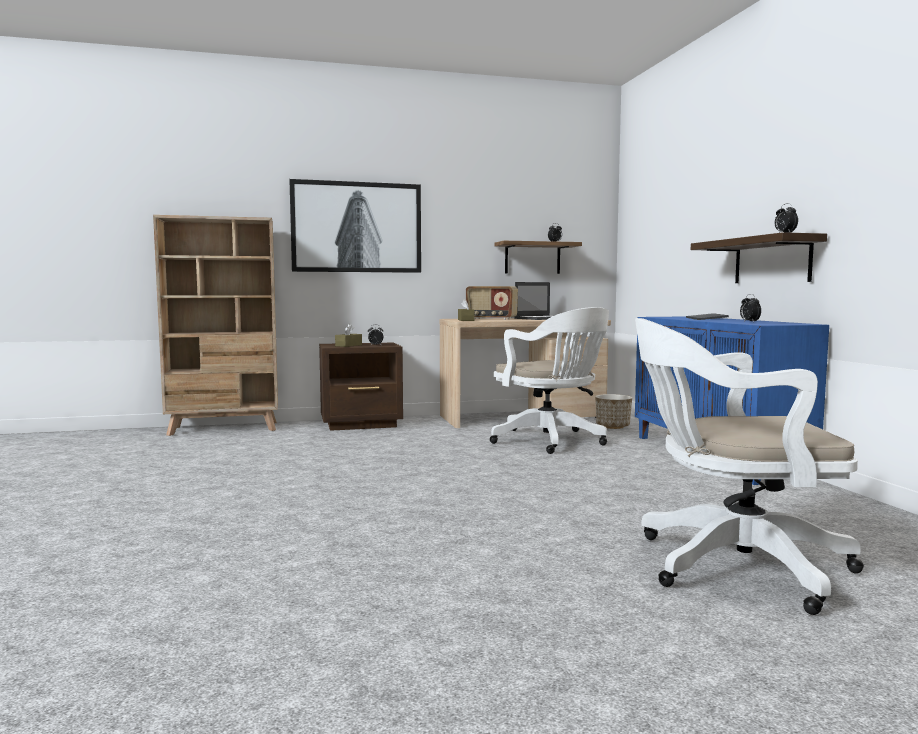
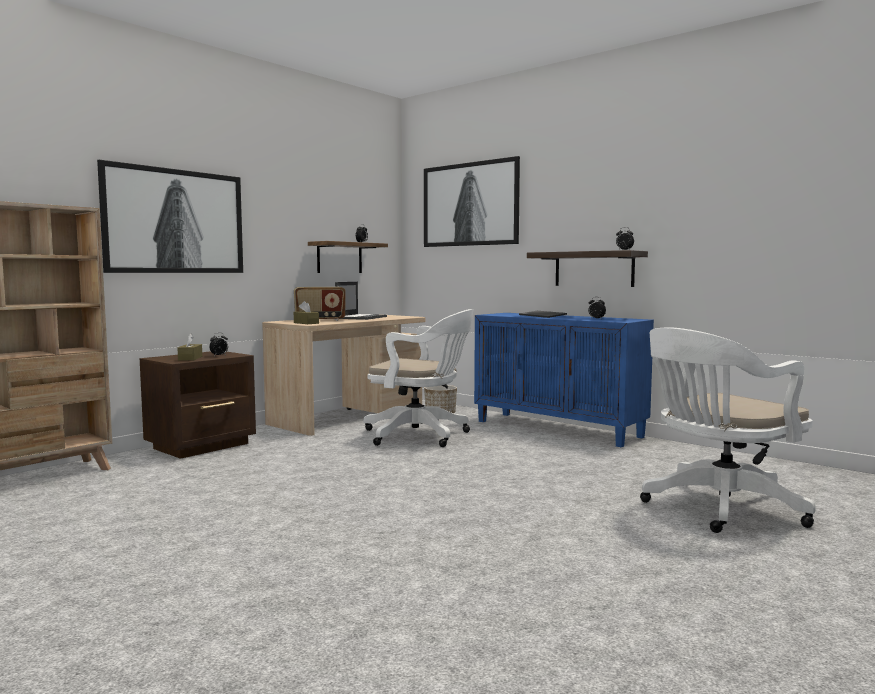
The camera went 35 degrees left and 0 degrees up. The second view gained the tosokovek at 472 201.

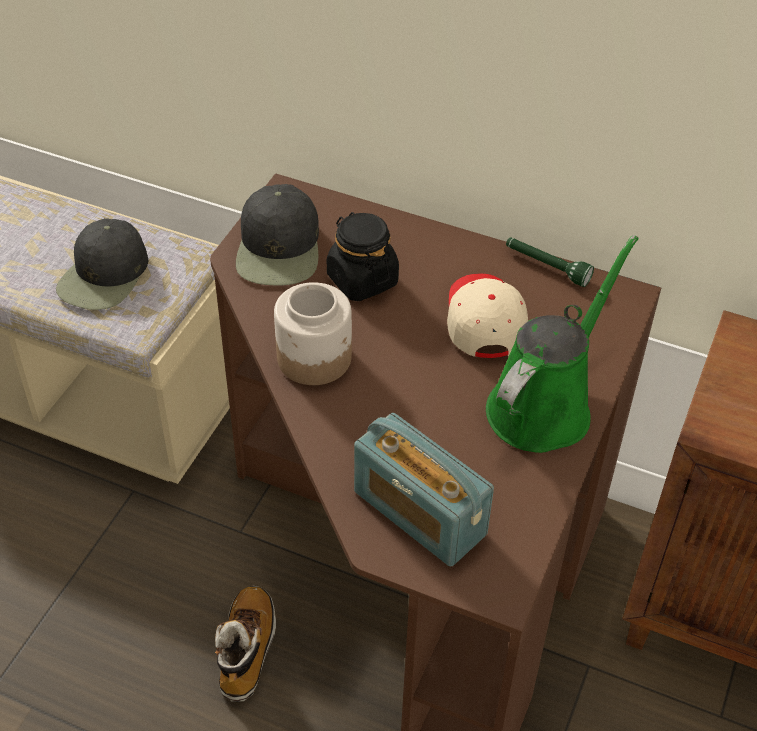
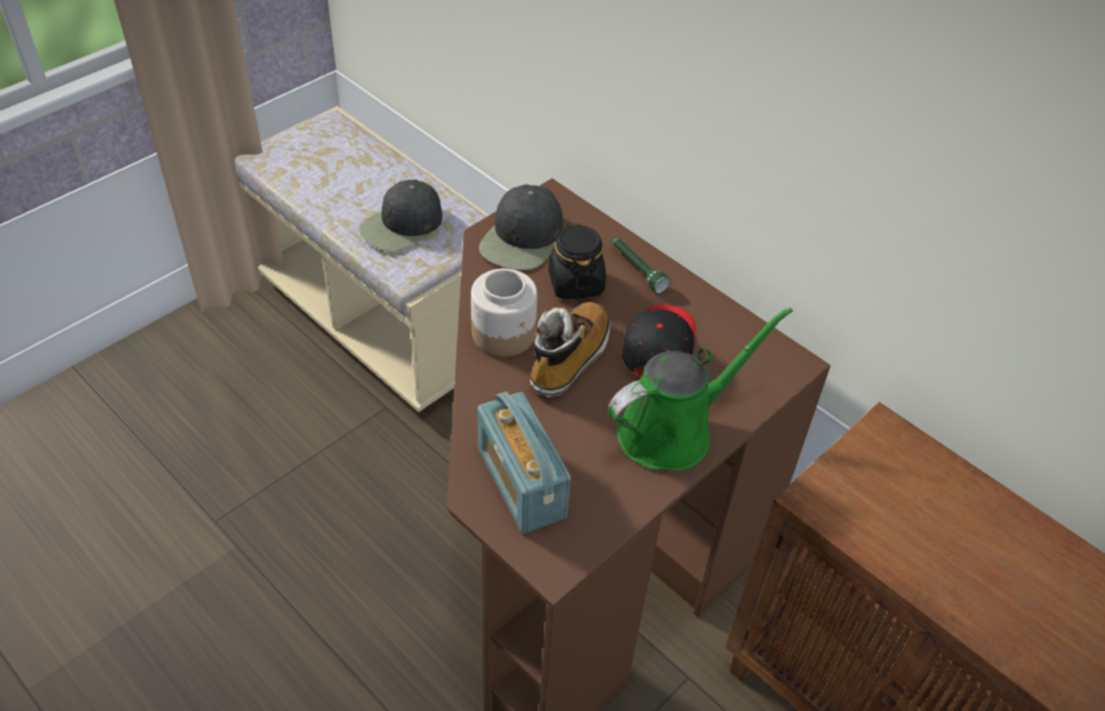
The camera went 20 degrees right and 0 degrees up. The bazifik ended up elsewhere, having gone from 245 644 to 570 350. What was the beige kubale at 487 316 turned into the black kubale at 658 340. The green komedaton ended up elsewhere, having gone from 550 262 to 641 265.

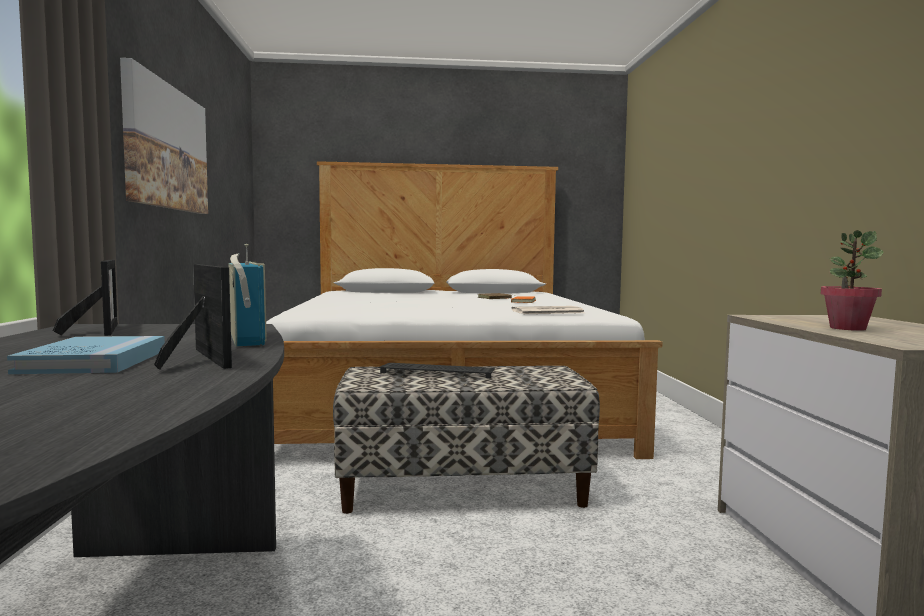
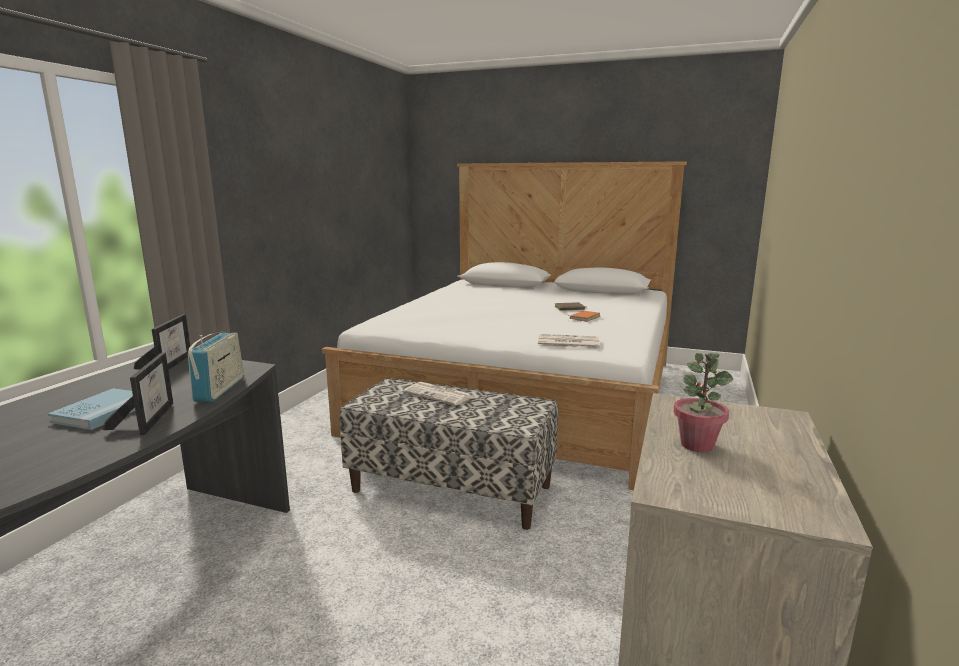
The camera went 25 degrees right and 10 degrees up. The second view lost the tosokovek at 164 136. Where the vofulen stood at 437 371, the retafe came to stand at 438 394.

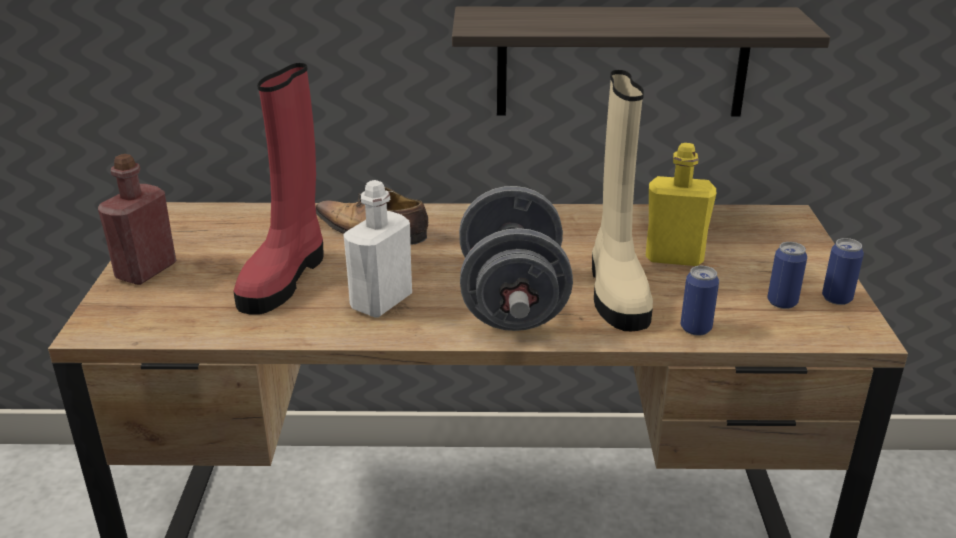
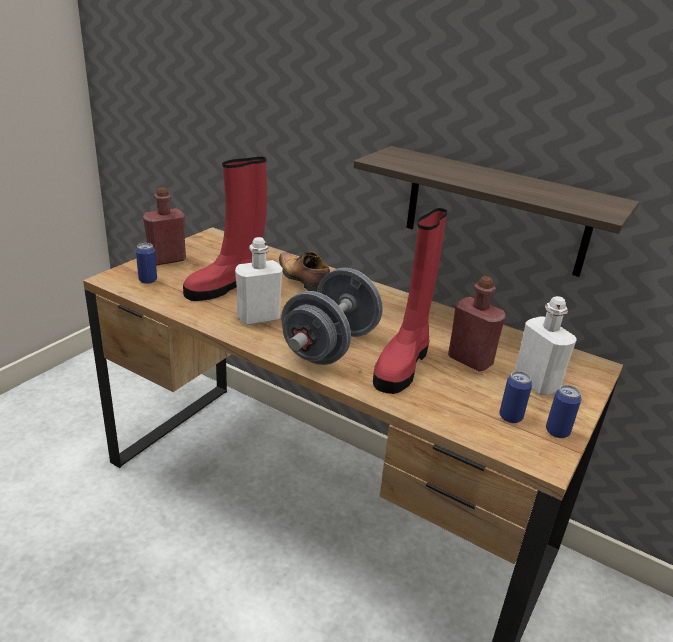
The camera went 30 degrees right and 0 degrees up. What was the beige bazifik at 622 200 turned into the red bazifik at 410 301. What was the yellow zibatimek at 681 204 turned into the red zibatimek at 477 324. The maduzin ended up elsewhere, having gone from 700 301 to 146 263. The second view gained the white zibatimek at 545 345.

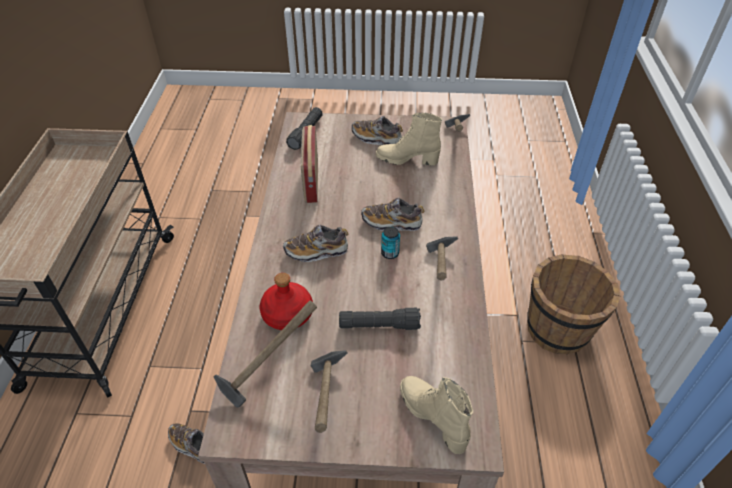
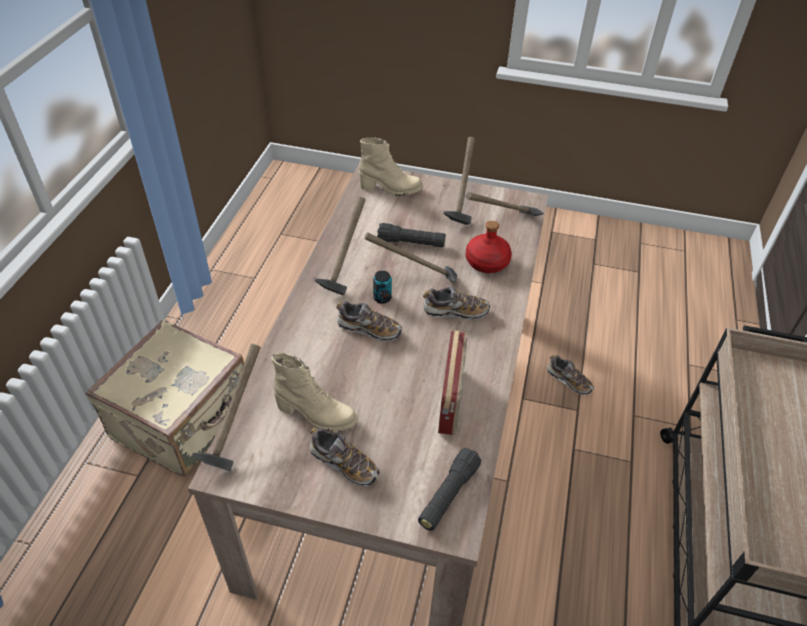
The camera went 170 degrees left and 0 degrees up. The beige bazifik at 436 415 ended up facing another way, 60 degrees counterclockwise from before. Where the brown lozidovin stood at 573 304, the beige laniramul came to stand at 164 398. The second view gained the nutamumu at 410 257.

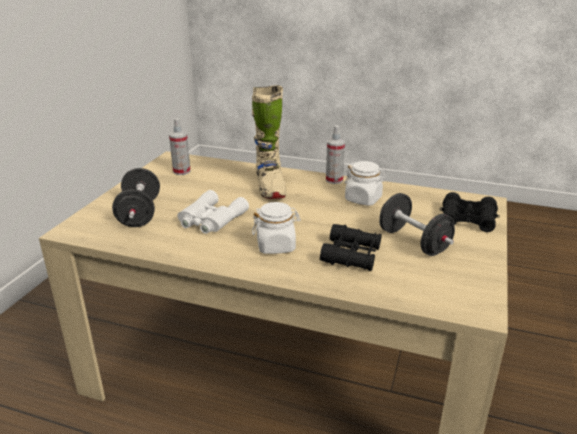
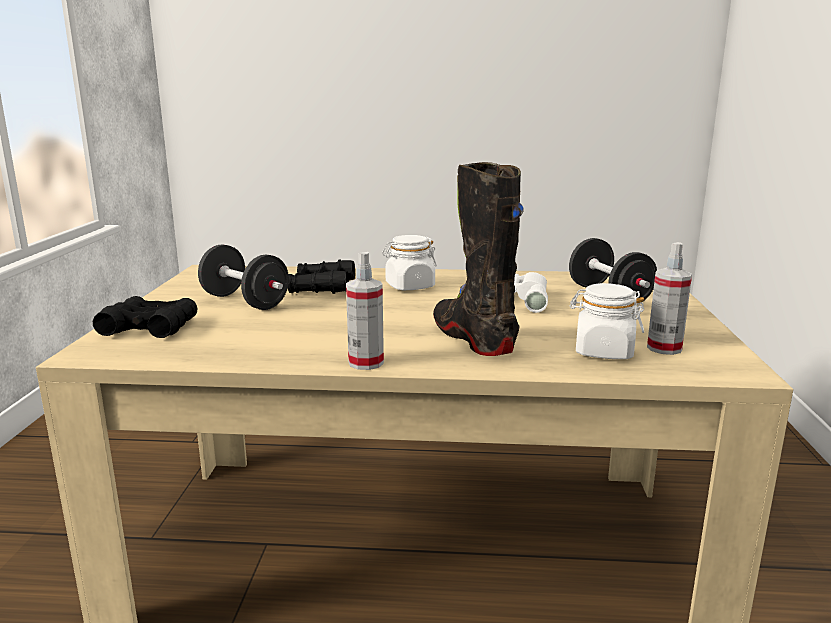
The camera went 165 degrees right and 10 degrees down. What was the beige bazifik at 269 142 turned into the black bazifik at 478 259. The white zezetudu ended up elsewhere, having gone from 365 183 to 607 321.

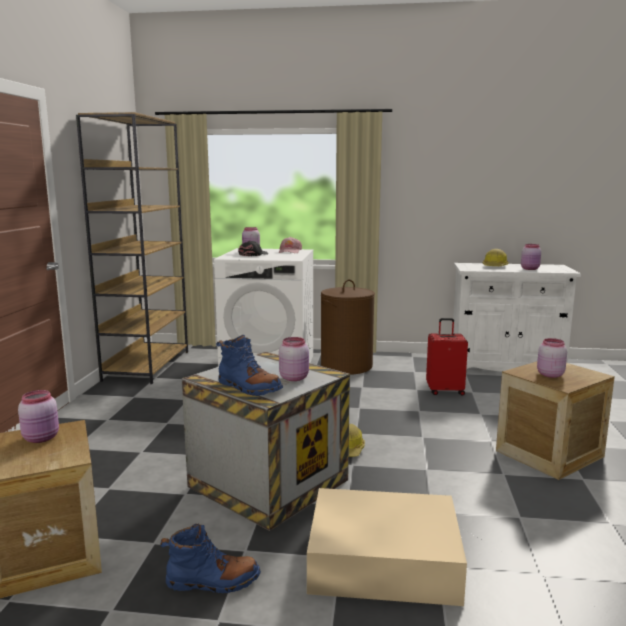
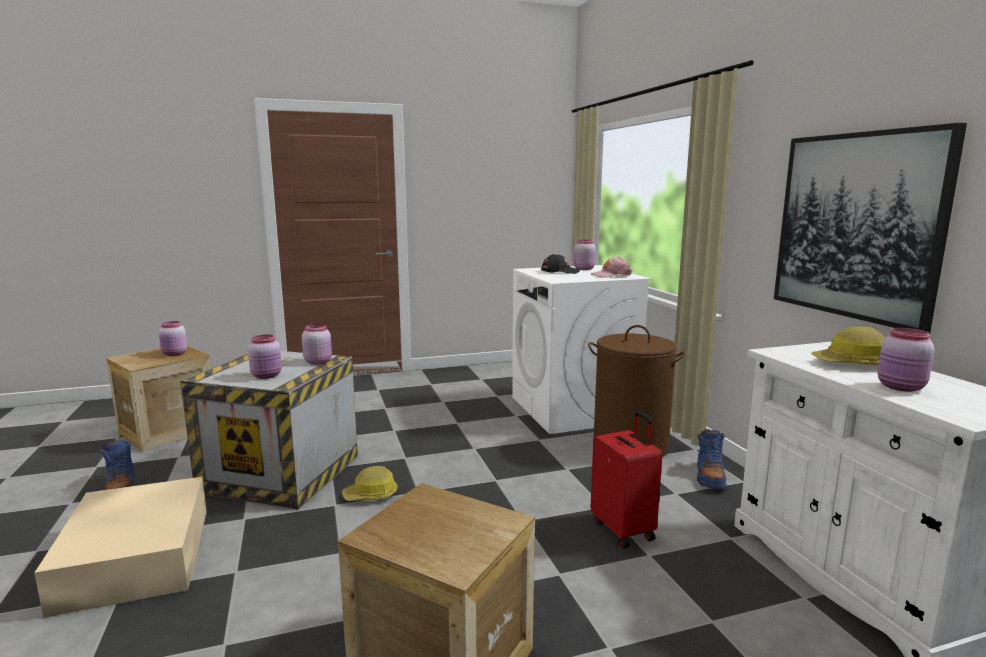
The camera went 65 degrees right and 0 degrees up. The second view lost the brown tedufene at 132 248. The blue bazifik ended up elsewhere, having gone from 249 365 to 711 459. The pink zezetudu ended up elsewhere, having gone from 552 358 to 317 344. The second view gained the tosokovek at 870 228.

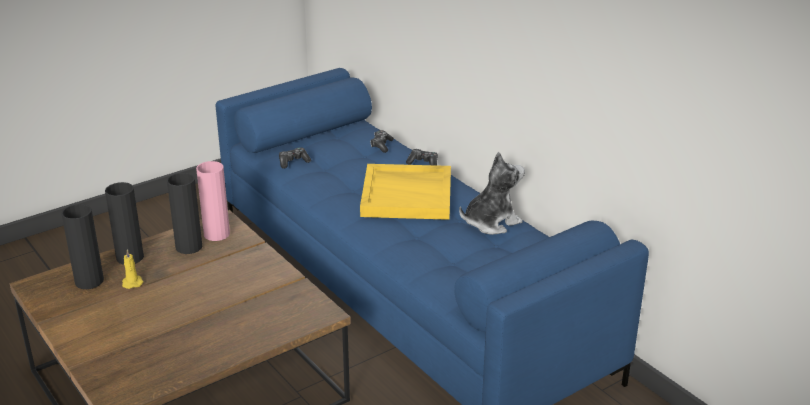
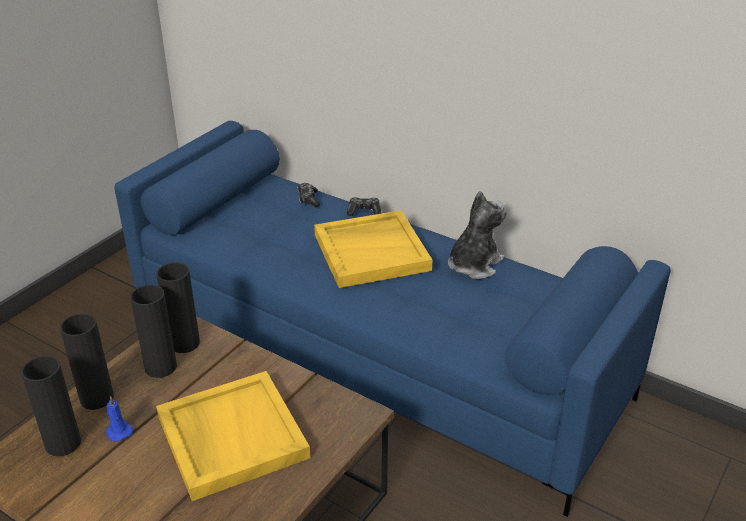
The camera went 20 degrees left and 5 degrees up. What was the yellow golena at 132 269 turned into the blue golena at 119 418. What was the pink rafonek at 213 201 turned into the black rafonek at 178 307. The second view lost the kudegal at 295 158. The second view gained the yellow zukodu at 233 436.

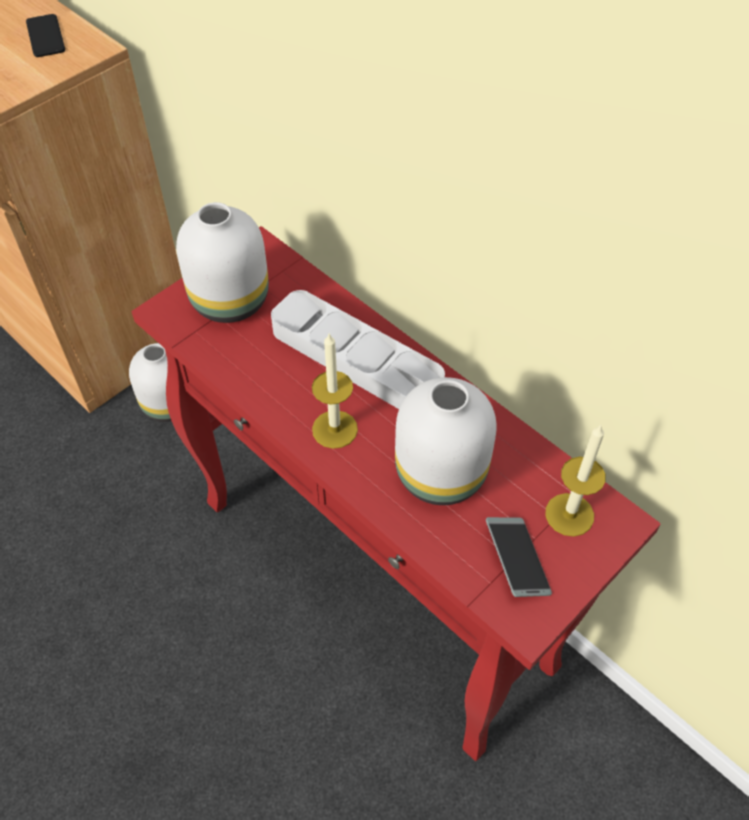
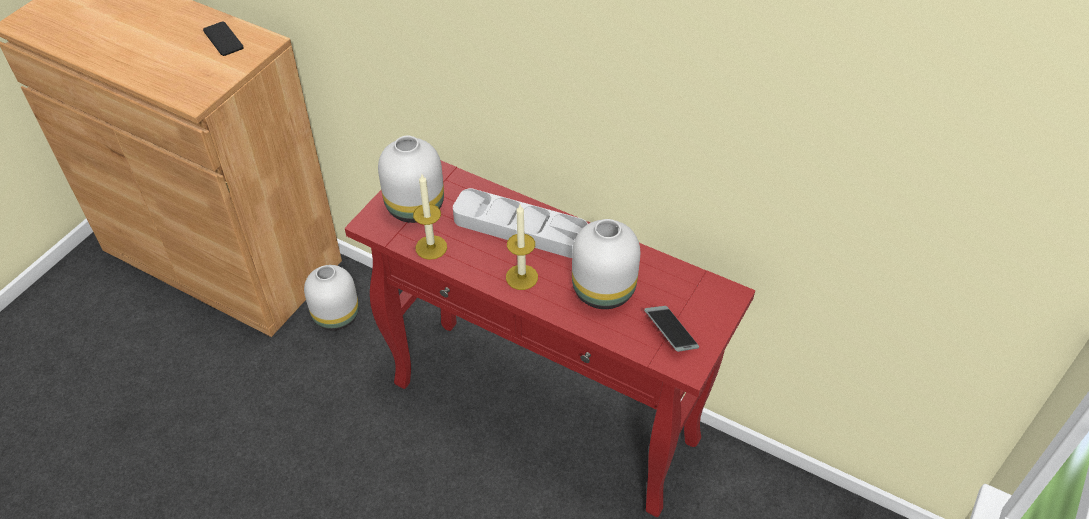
The camera went 15 degrees left and 5 degrees down. The golena ended up elsewhere, having gone from 575 481 to 430 217.

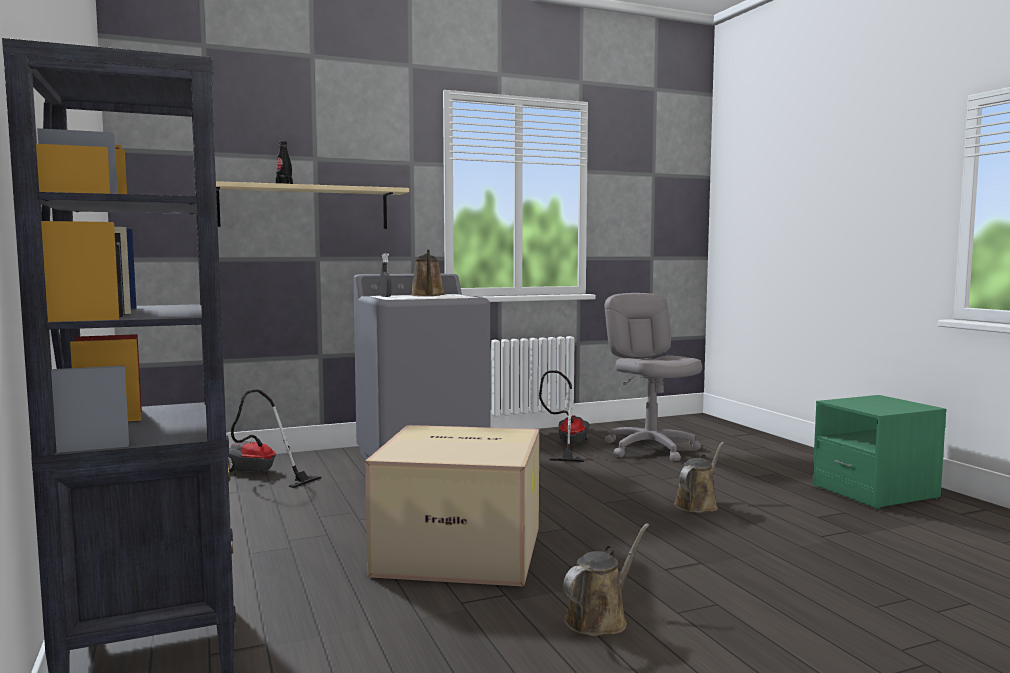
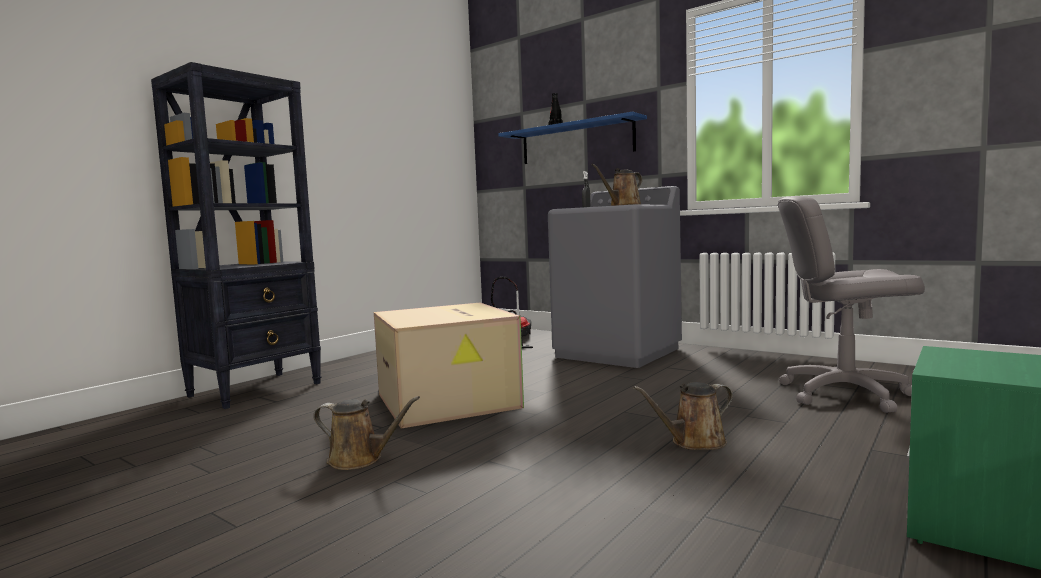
The camera went 60 degrees right and 0 degrees up. What was the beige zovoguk at 312 205 turned into the blue zovoguk at 572 138. The second view lost the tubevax at 564 416. The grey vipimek at 653 377 ended up facing another way, 120 degrees counterclockwise from before. The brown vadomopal at 699 477 ended up facing another way, 150 degrees clockwise from before.

